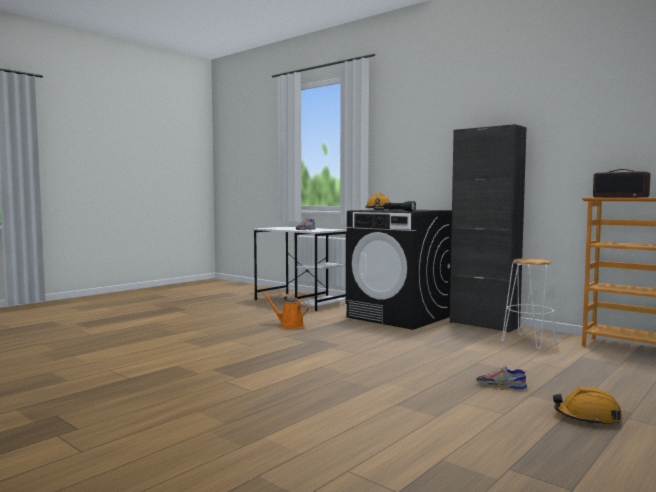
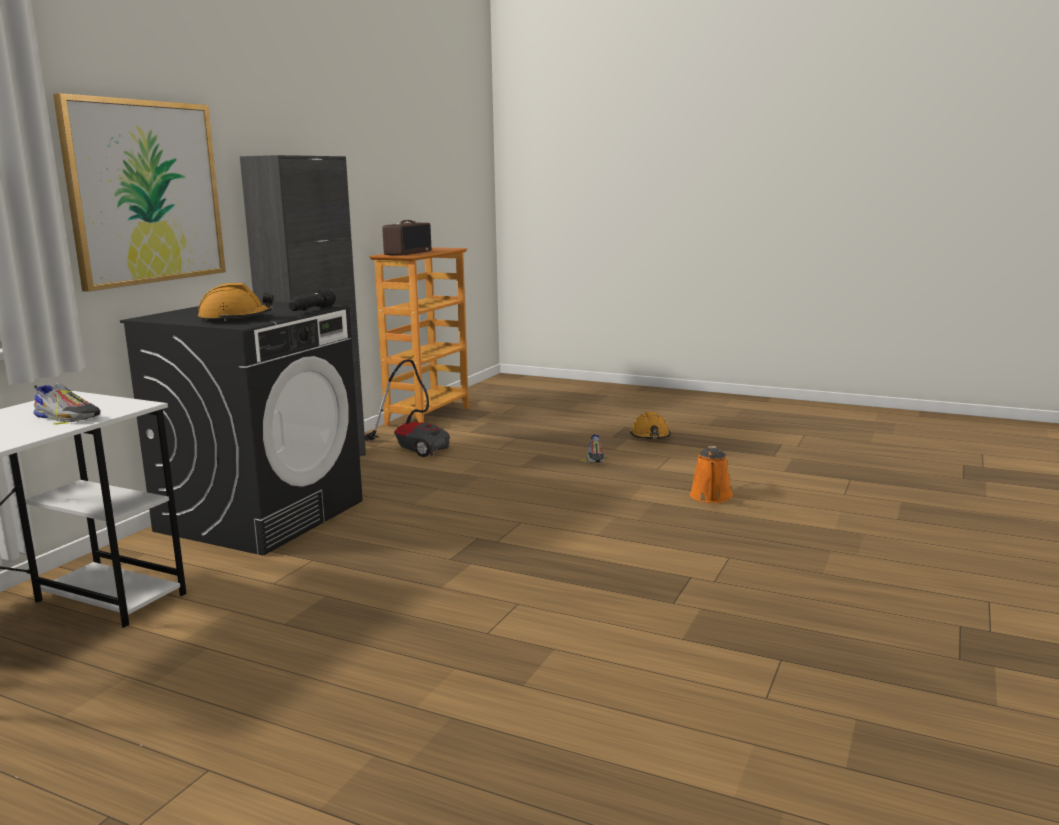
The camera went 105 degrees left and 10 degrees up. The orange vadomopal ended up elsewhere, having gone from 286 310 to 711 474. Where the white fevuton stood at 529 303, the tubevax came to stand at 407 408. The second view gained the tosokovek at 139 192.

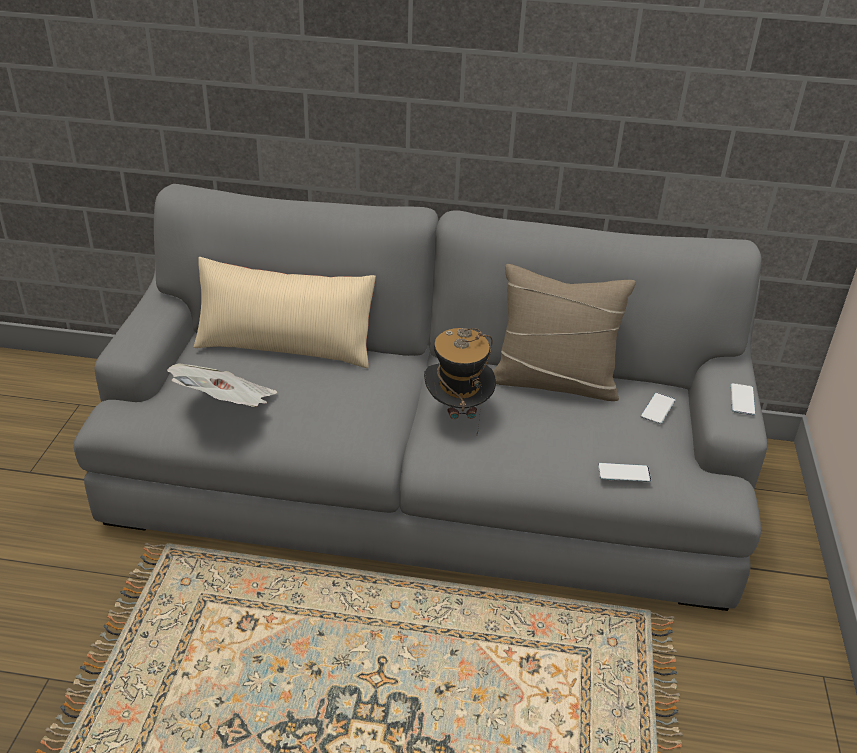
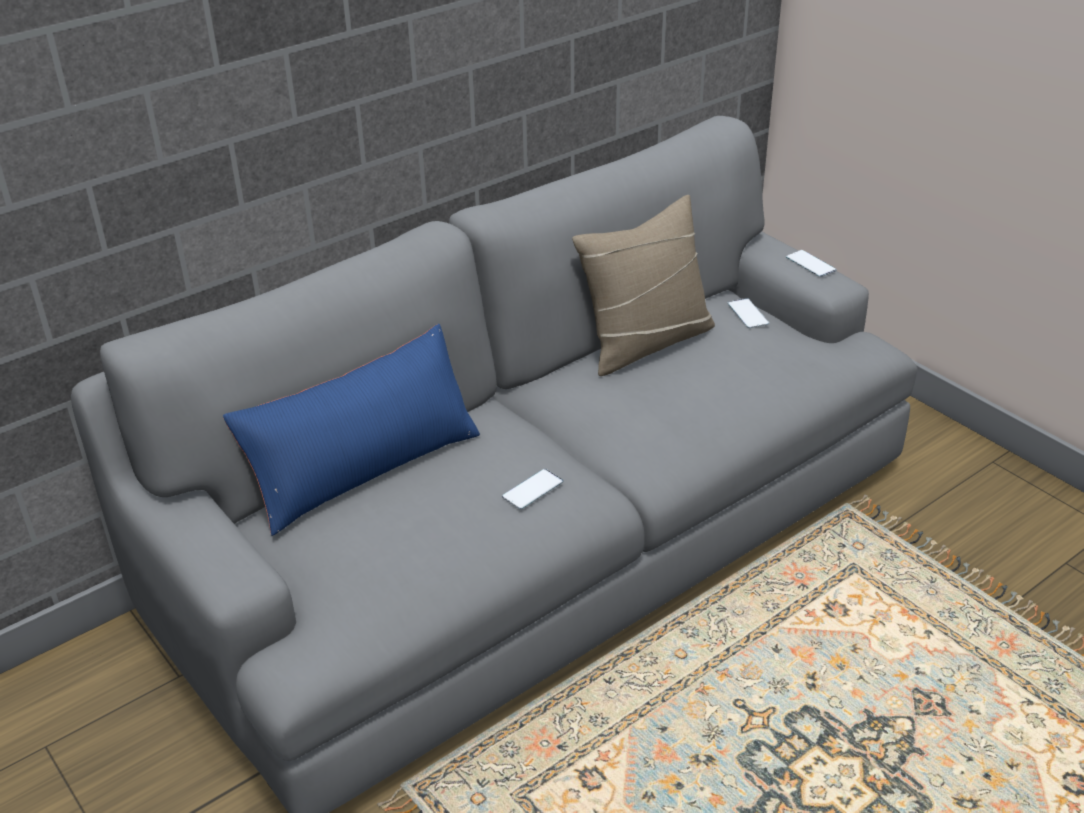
The camera went 45 degrees left and 0 degrees up. The second view lost the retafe at 222 385. What was the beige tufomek at 284 312 turned into the blue tufomek at 351 430. The second view lost the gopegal at 460 381. The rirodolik ended up elsewhere, having gone from 624 472 to 532 489.

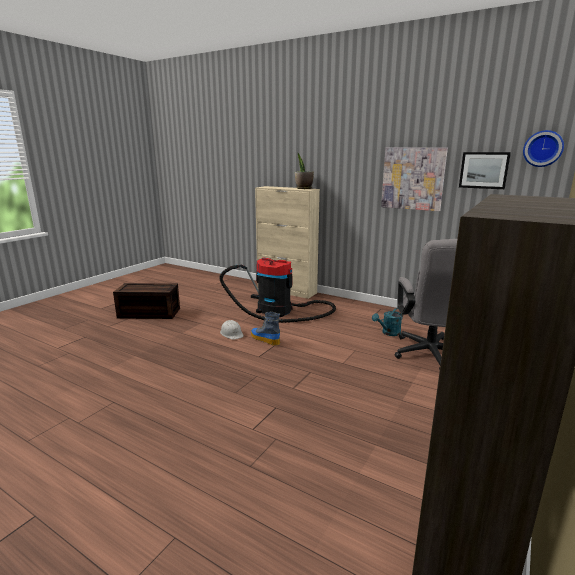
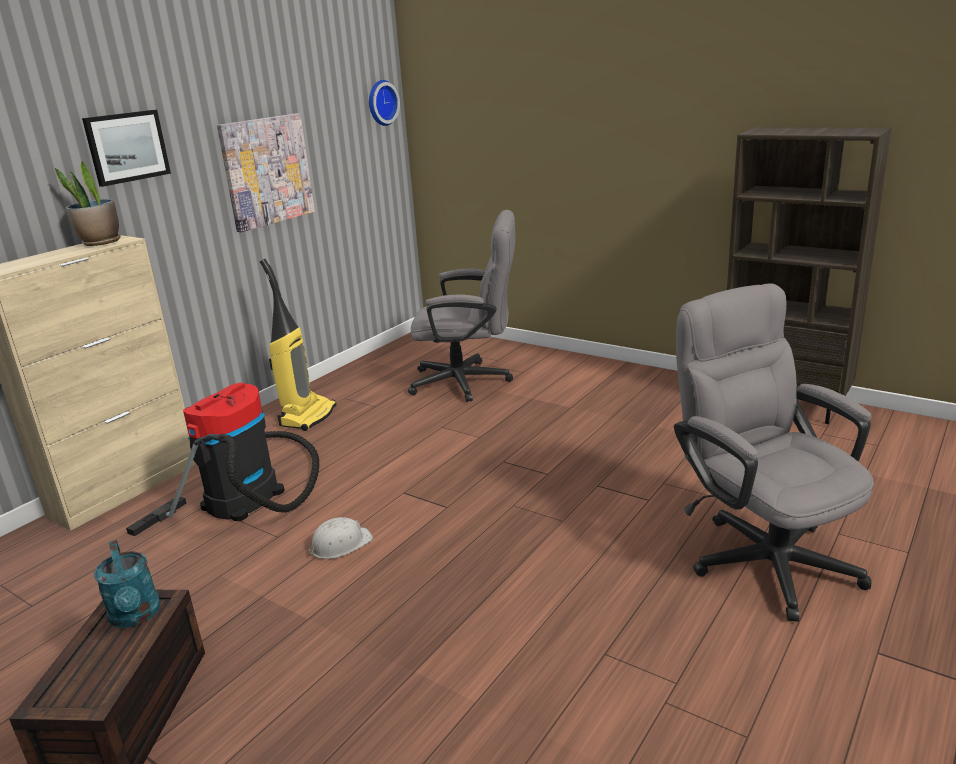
The camera went 85 degrees left and 5 degrees up. The second view lost the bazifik at 265 328. The turquoise vadomopal ended up elsewhere, having gone from 387 321 to 127 584. The tosokovek ended up elsewhere, having gone from 485 170 to 126 148. The second view gained the tubevax at 298 345. The second view gained the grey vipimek at 774 452.

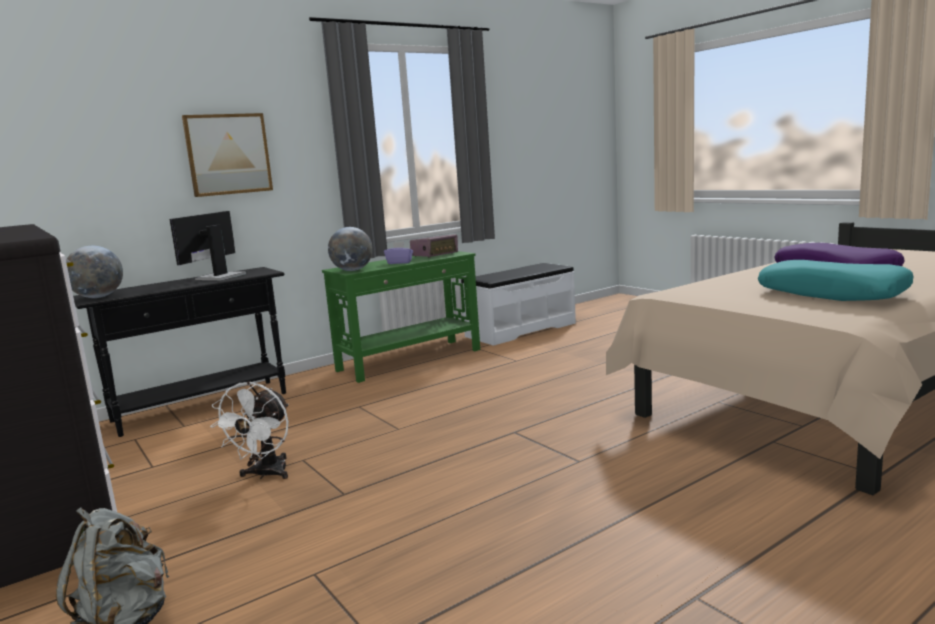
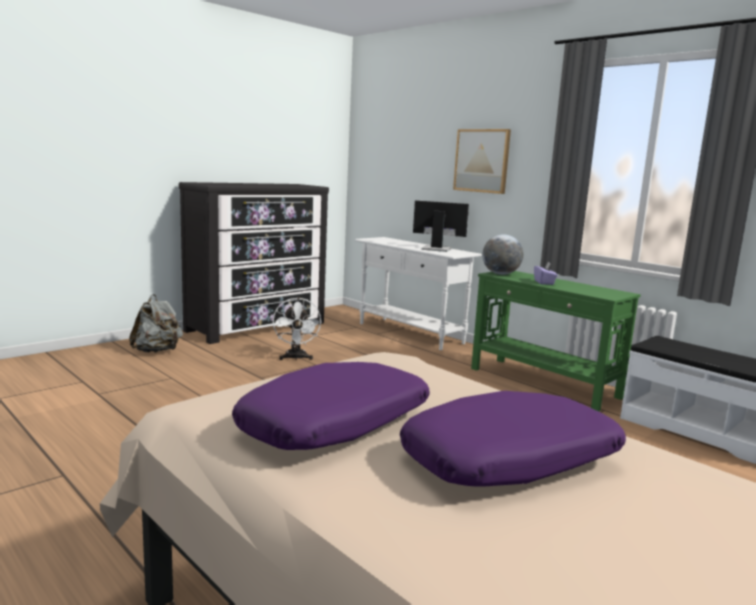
The camera went 80 degrees right and 0 degrees up. The second view lost the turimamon at 94 272. What was the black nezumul at 179 352 turned into the white nezumul at 418 293. The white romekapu at 249 430 ended up facing another way, 105 degrees counterclockwise from before. The second view lost the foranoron at 434 245. What was the turquoise tufomek at 835 280 turned into the purple tufomek at 331 406.

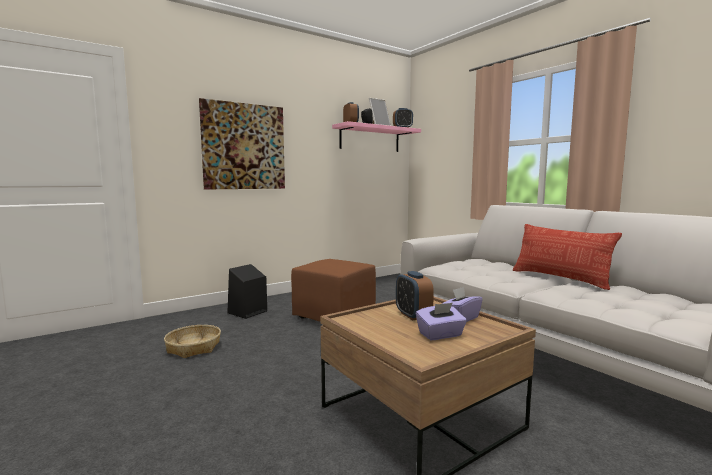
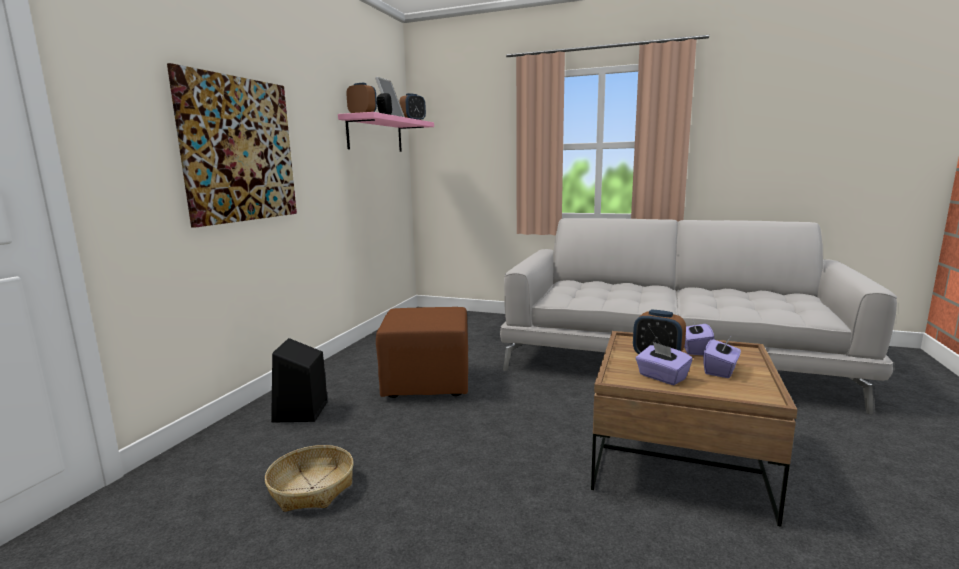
The camera went 35 degrees left and 5 degrees up. The second view lost the tufomek at 567 257. The second view gained the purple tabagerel at 664 363.

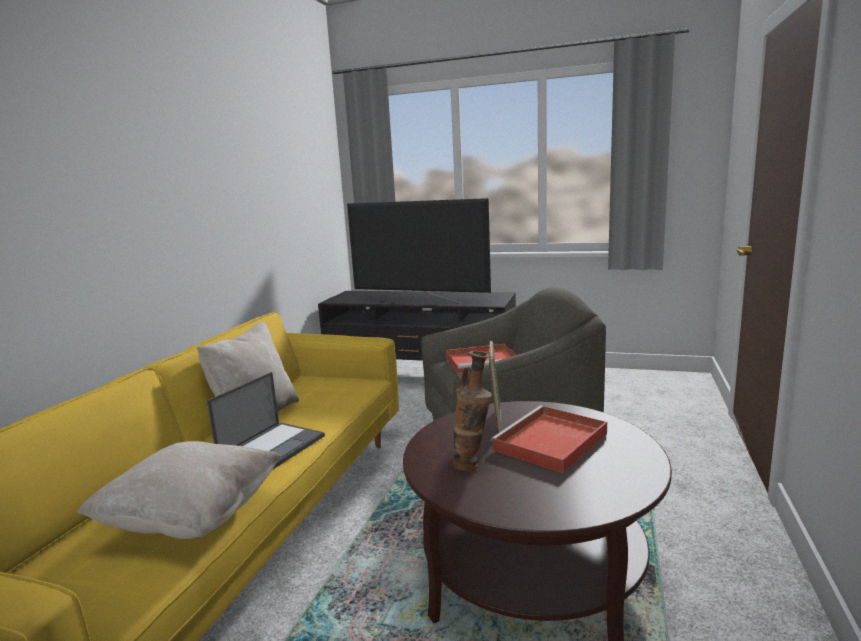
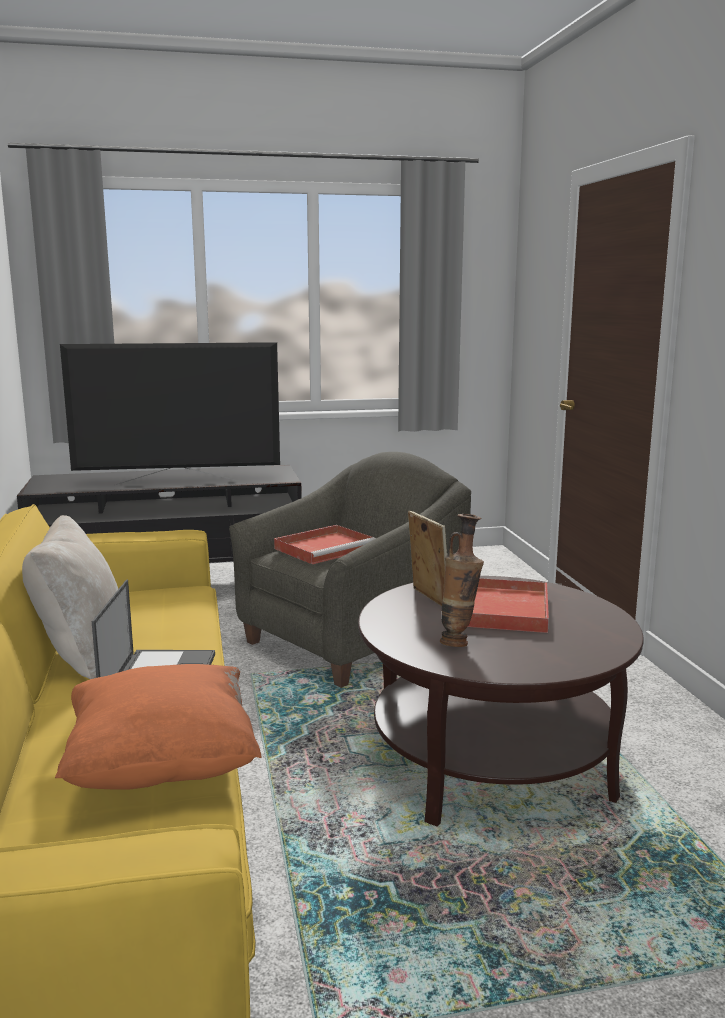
The camera went 30 degrees left and 0 degrees up. What was the beige tufomek at 179 490 turned into the orange tufomek at 158 727.

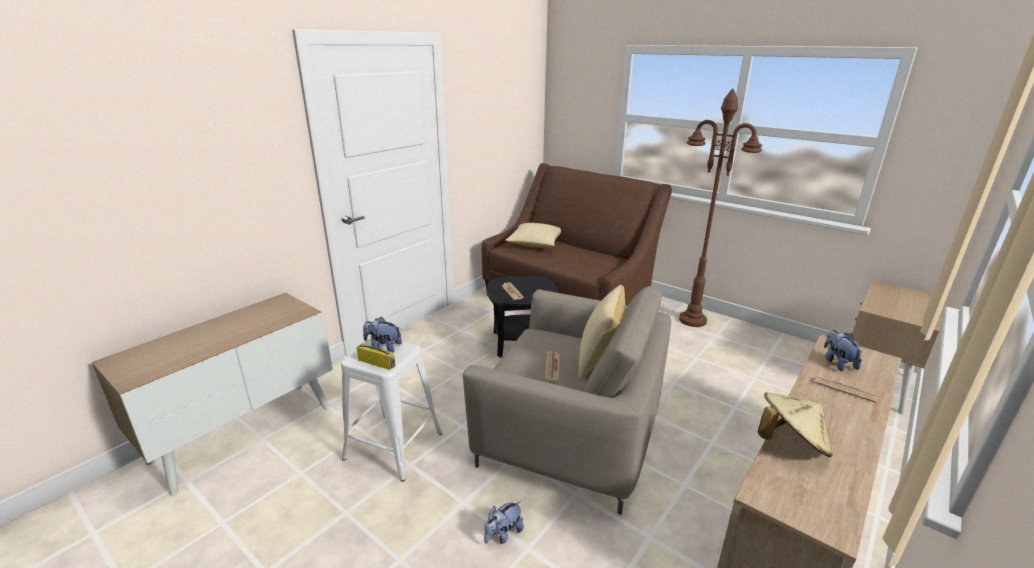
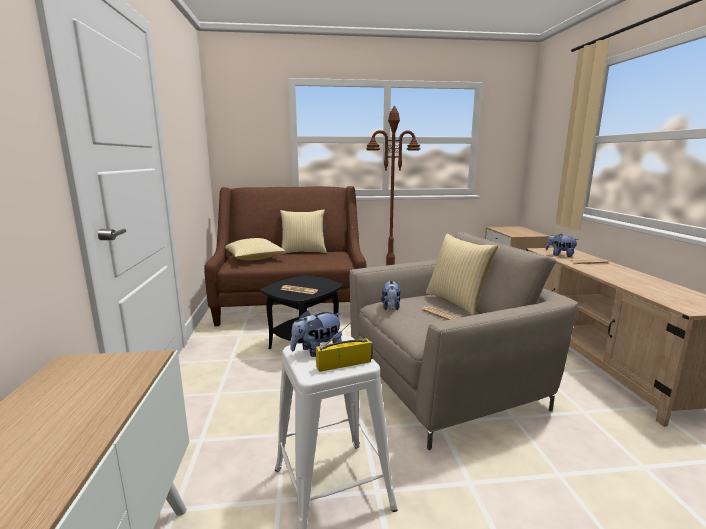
The camera went 45 degrees left and 10 degrees down. The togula ended up elsewhere, having gone from 504 522 to 391 295. The second view lost the beige gopegal at 795 424. The second view gained the tufomek at 303 231.

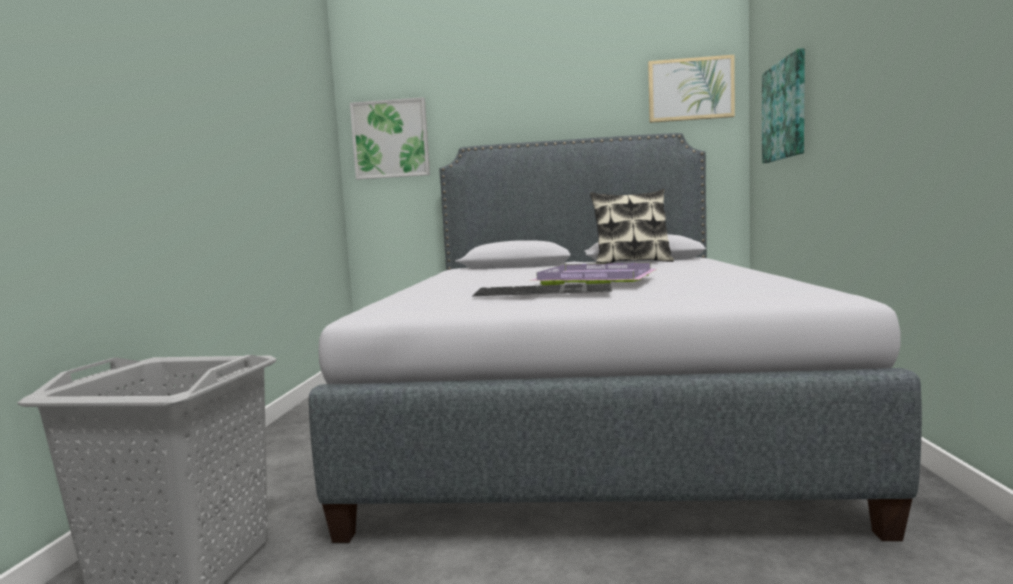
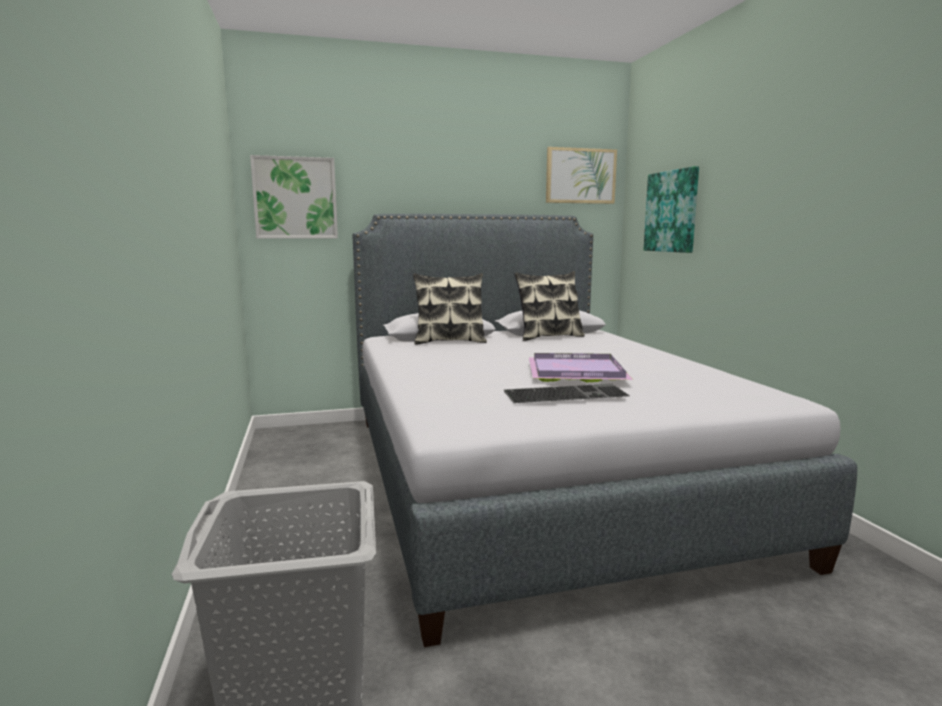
The camera went 20 degrees left and 5 degrees up. The second view gained the tufomek at 450 308.

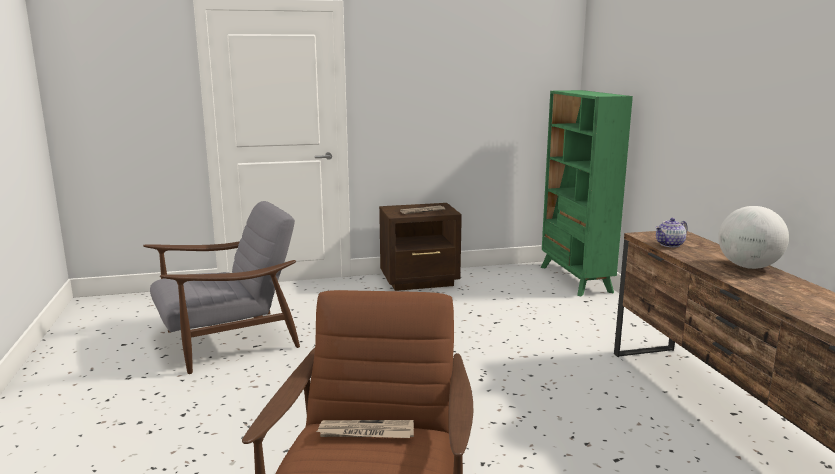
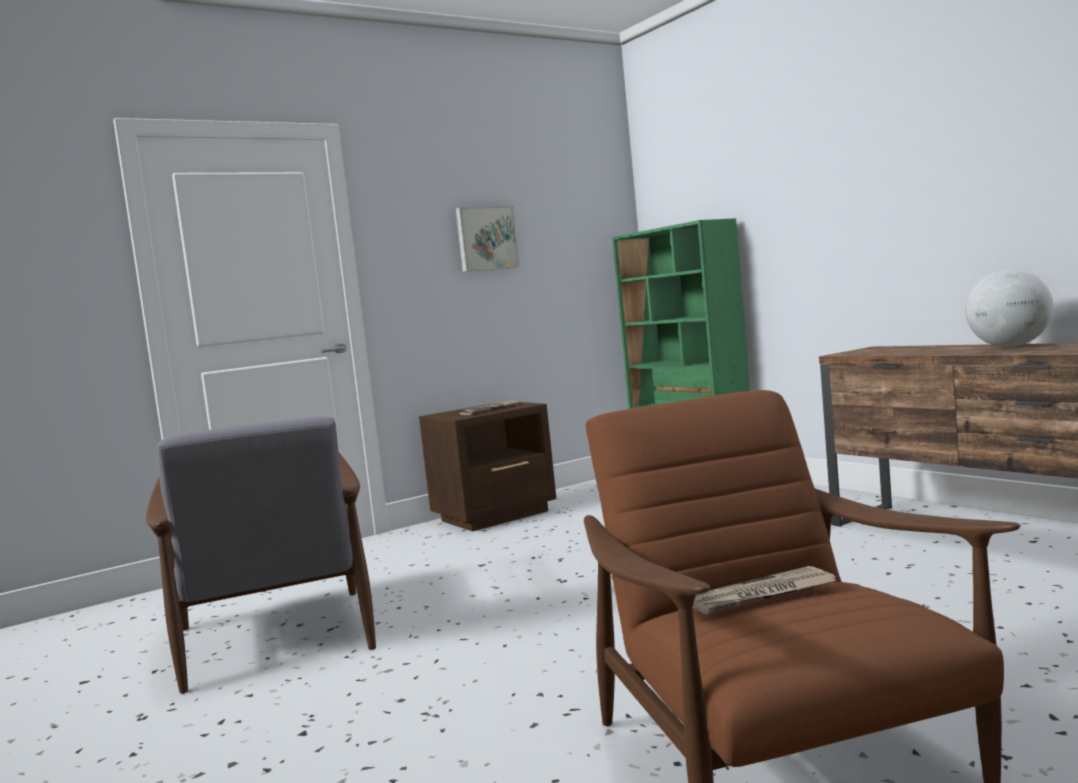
The camera went 20 degrees left and 10 degrees down. The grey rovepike at 221 287 ended up facing another way, 120 degrees clockwise from before. The second view lost the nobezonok at 671 232. The second view gained the tosokovek at 487 239.

